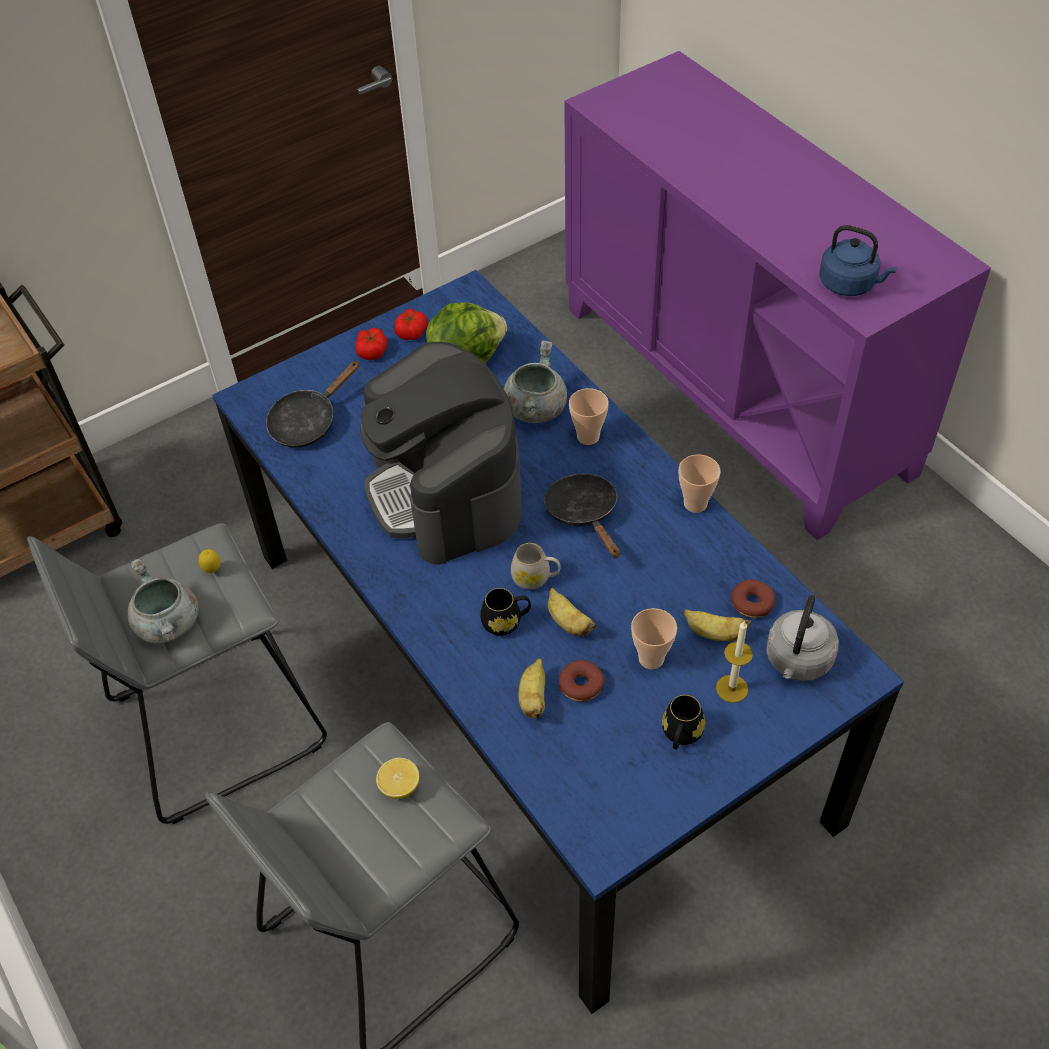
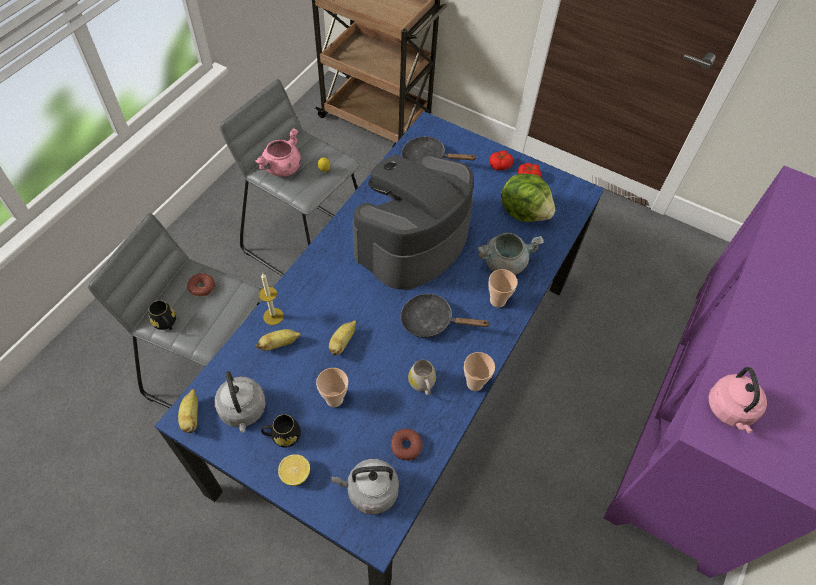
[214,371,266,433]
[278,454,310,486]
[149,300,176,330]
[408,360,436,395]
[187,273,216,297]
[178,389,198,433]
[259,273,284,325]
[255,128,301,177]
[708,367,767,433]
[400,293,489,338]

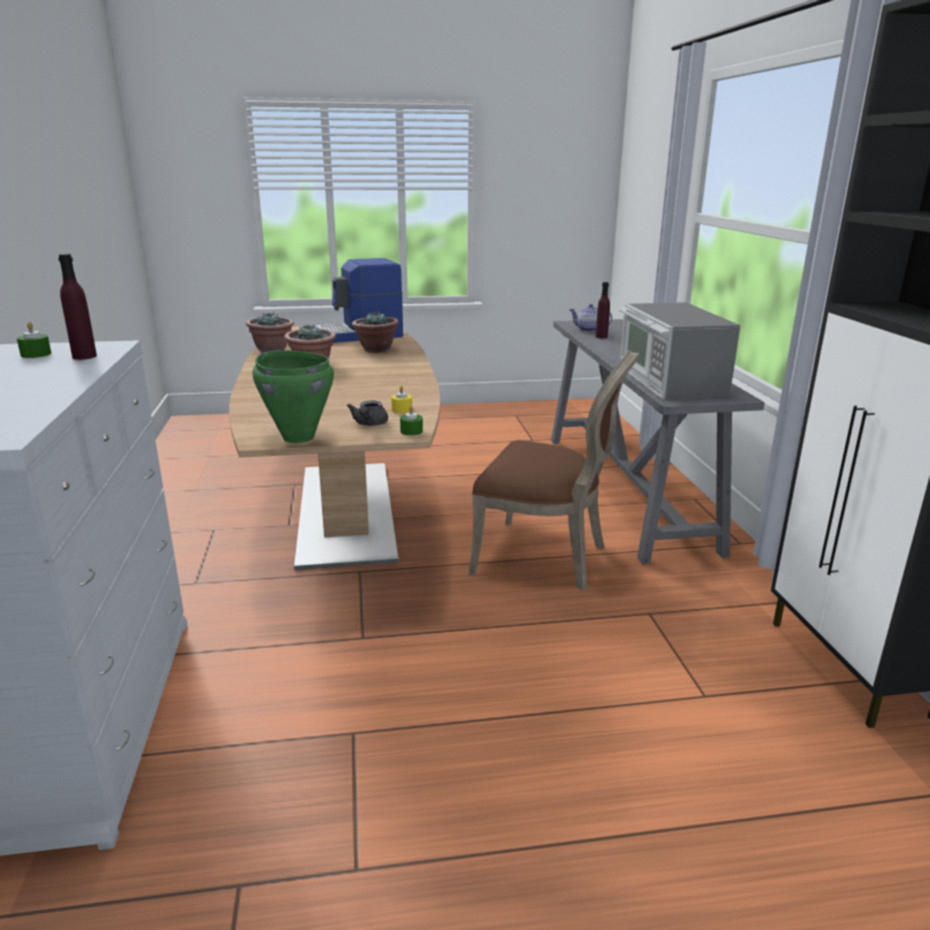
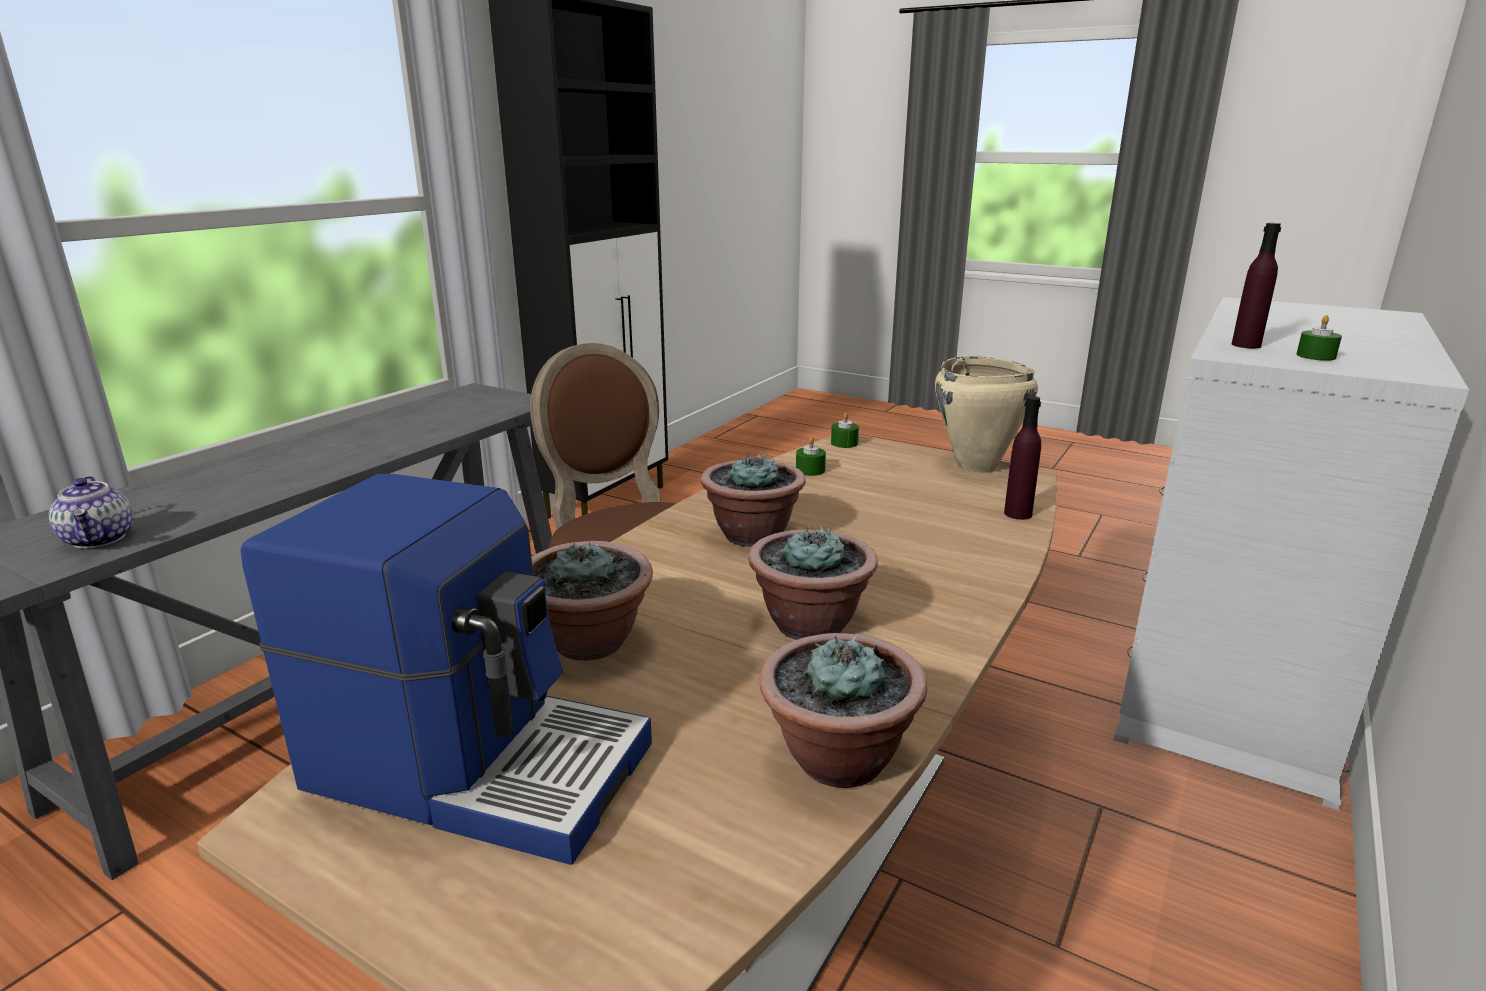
[347,401,388,426] (first image)
[619,302,740,399] (first image)
[700,453,806,547]
[1004,396,1041,520]
[935,356,1038,473]
[796,437,826,476]

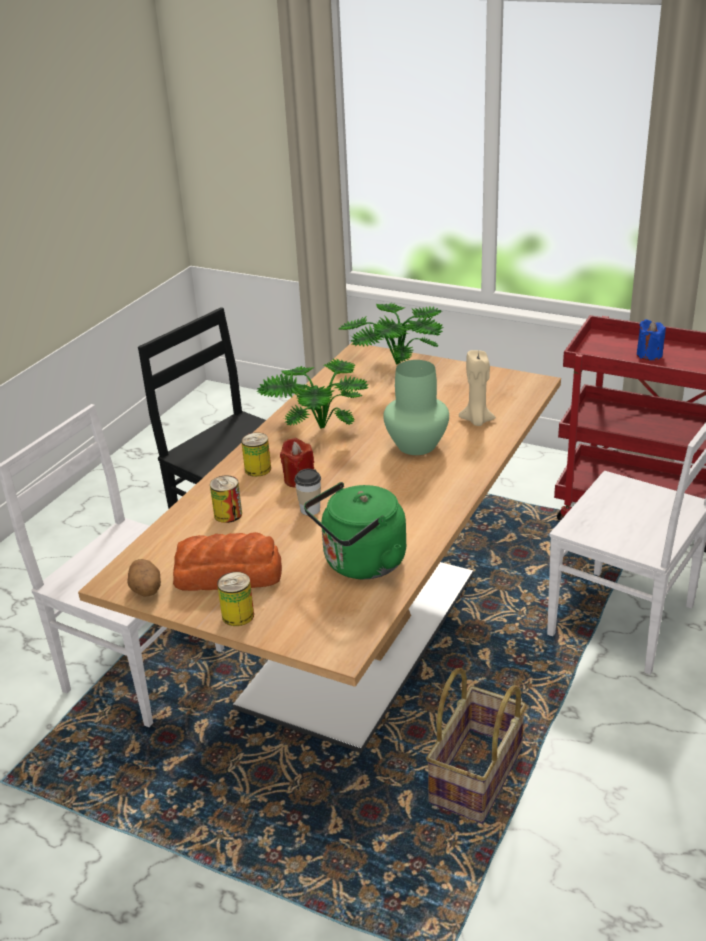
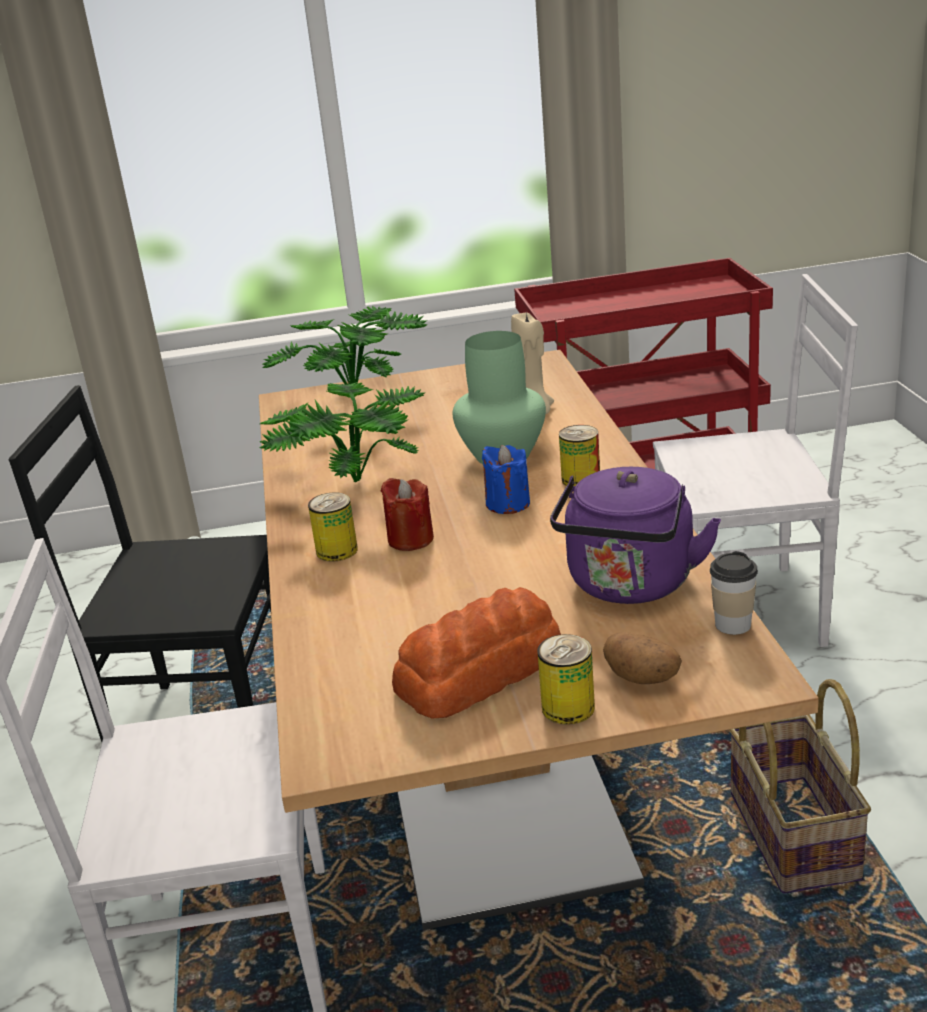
[603,632,682,684]
[559,425,600,486]
[710,551,758,635]
[482,445,530,514]
[550,467,721,604]

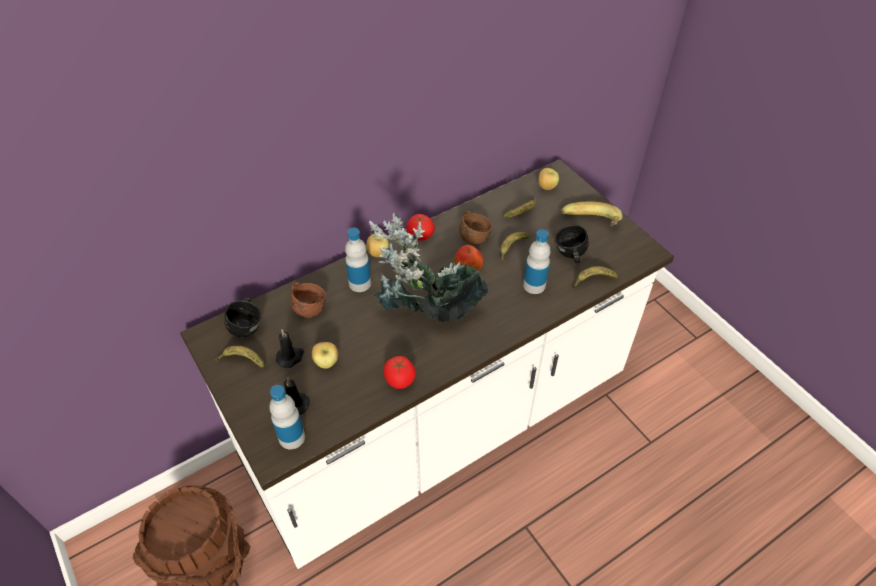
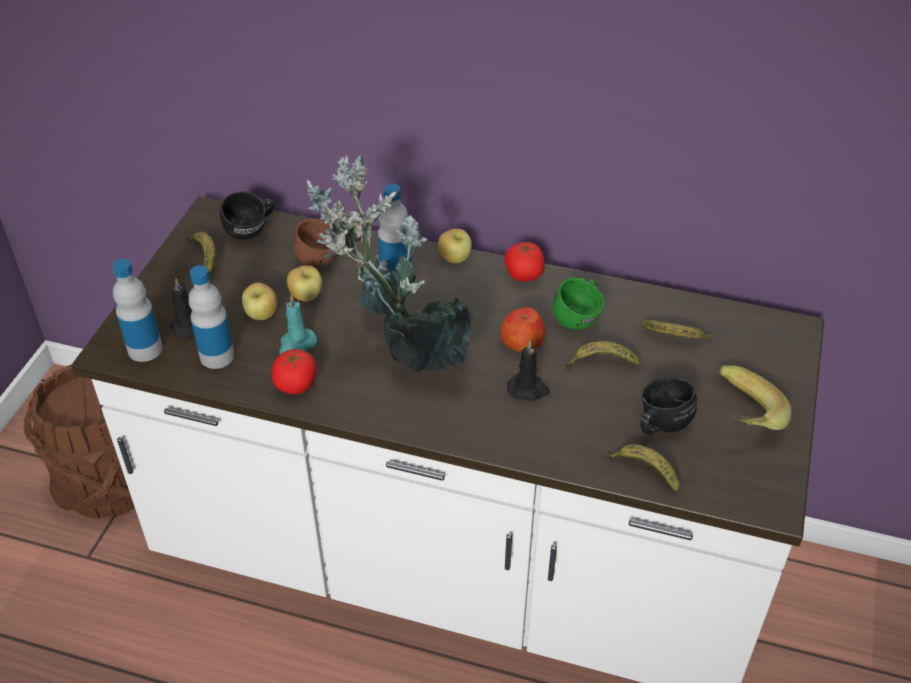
[279,294,317,354]
[507,340,550,401]
[189,265,235,369]
[287,265,322,301]
[552,277,604,330]

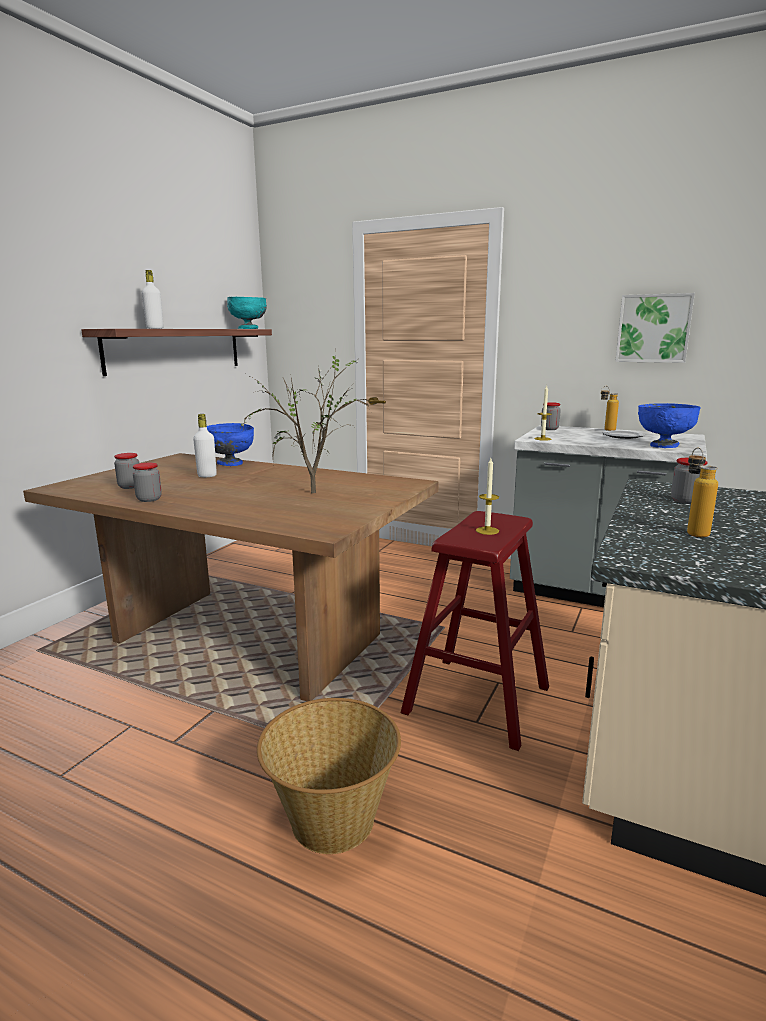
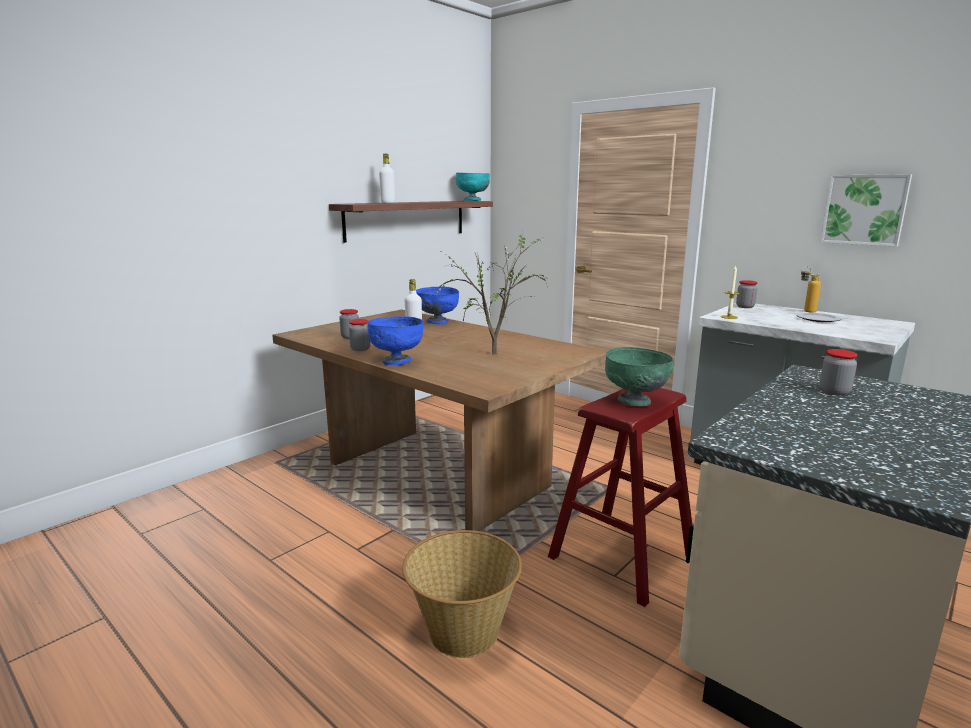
[687,448,718,537] (first image)
[367,316,423,365]
[605,347,674,406]

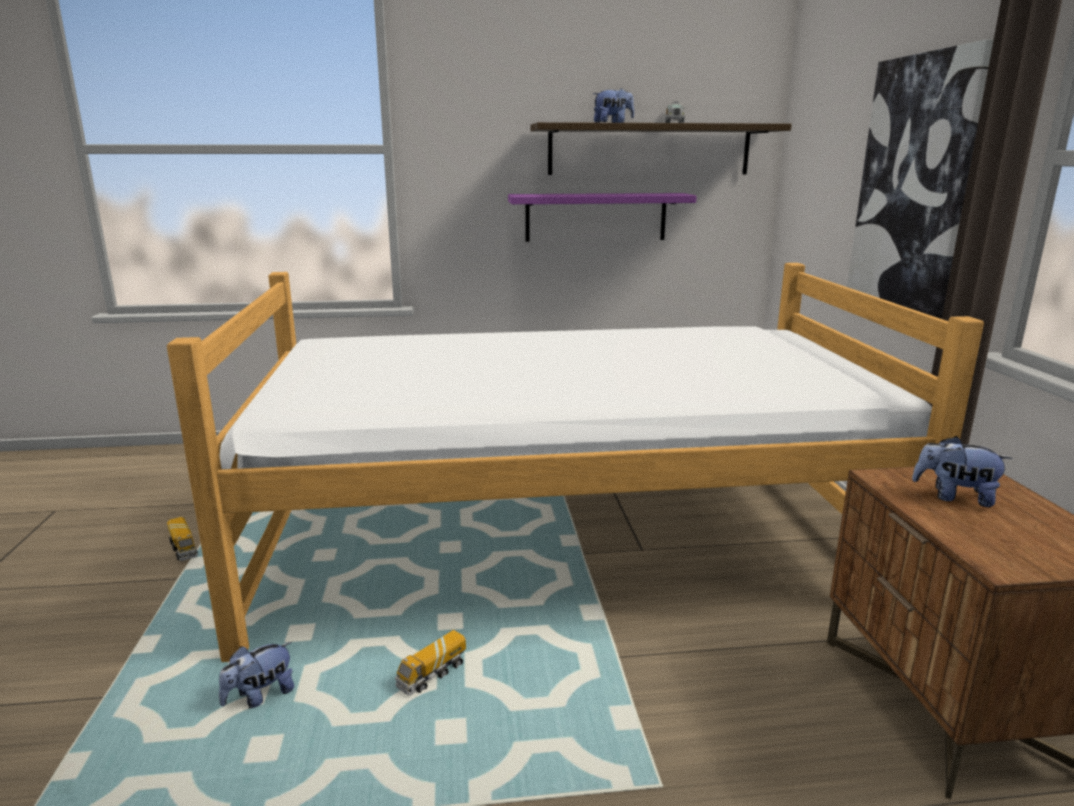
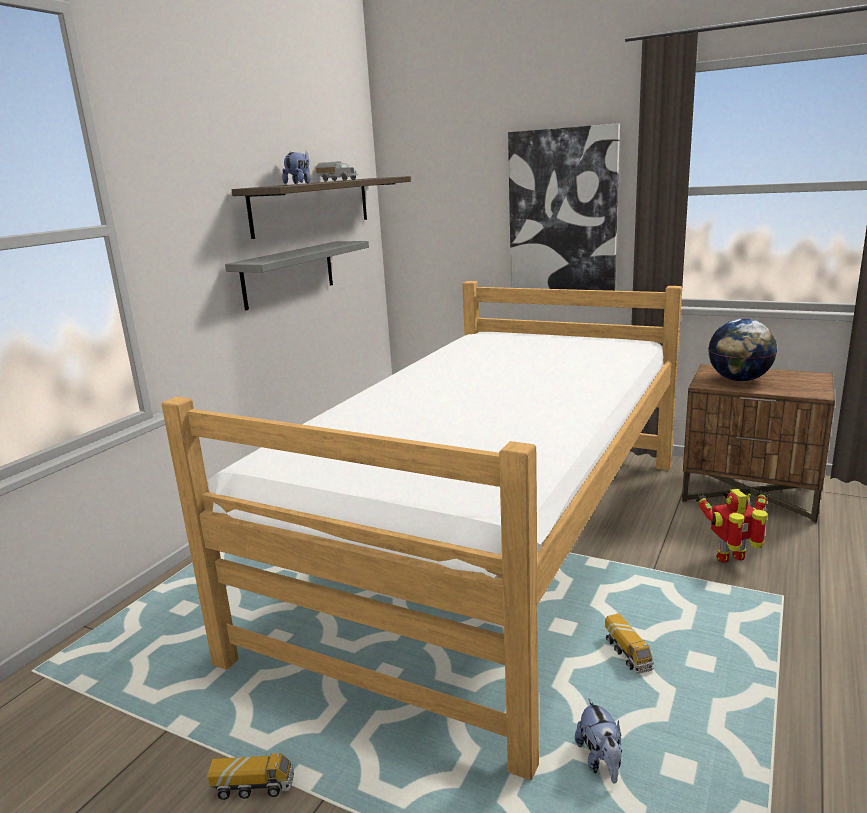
[696,489,769,563]
[708,319,777,381]
[225,241,369,310]

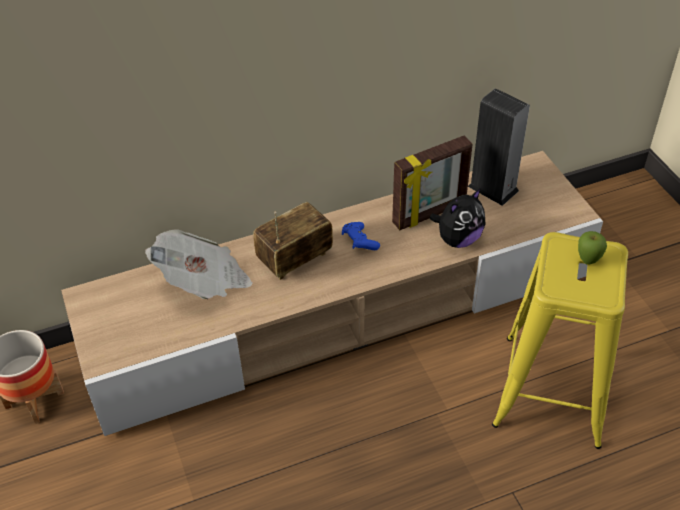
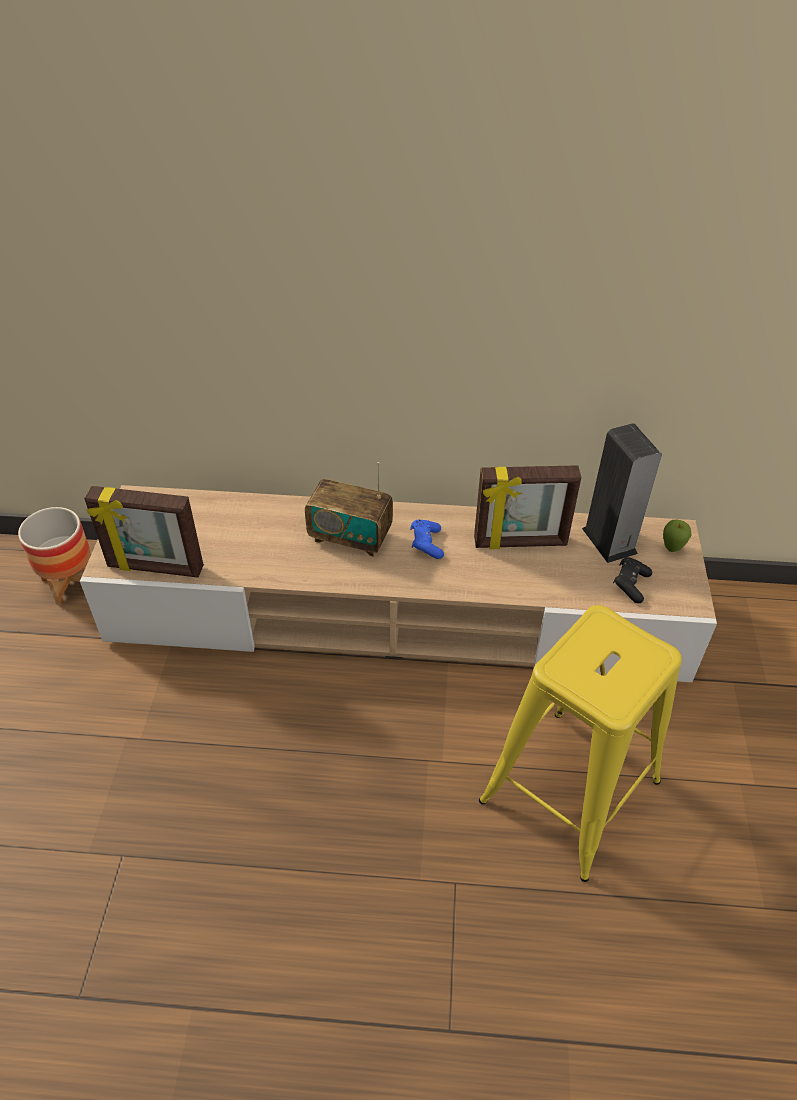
[145,229,253,299] (first image)
[429,188,485,248] (first image)
[84,486,204,578]
[613,557,652,603]
[663,519,691,552]
[305,462,393,557]

